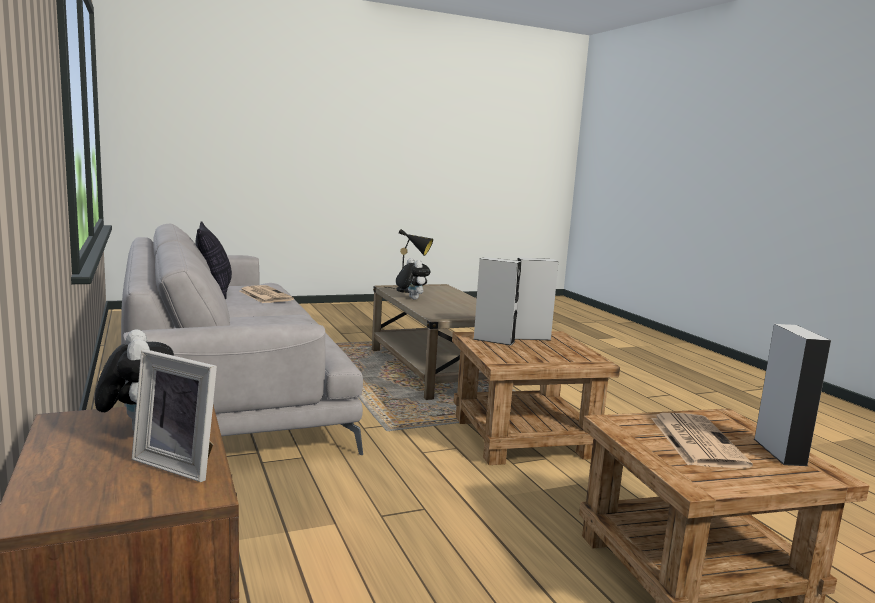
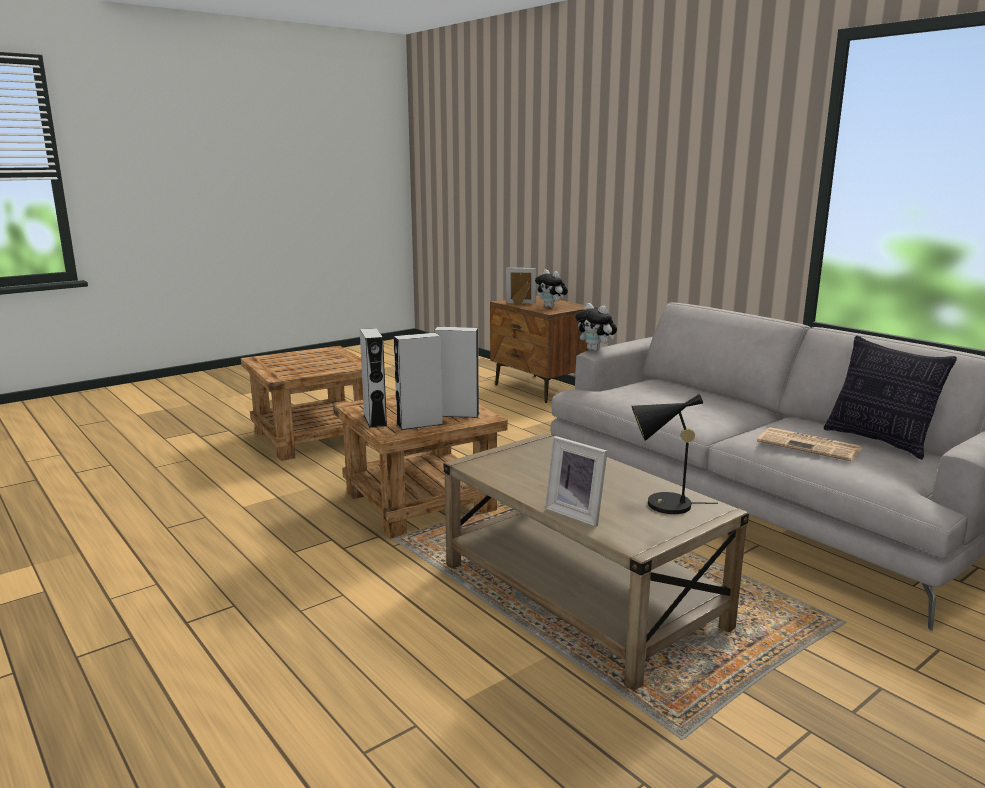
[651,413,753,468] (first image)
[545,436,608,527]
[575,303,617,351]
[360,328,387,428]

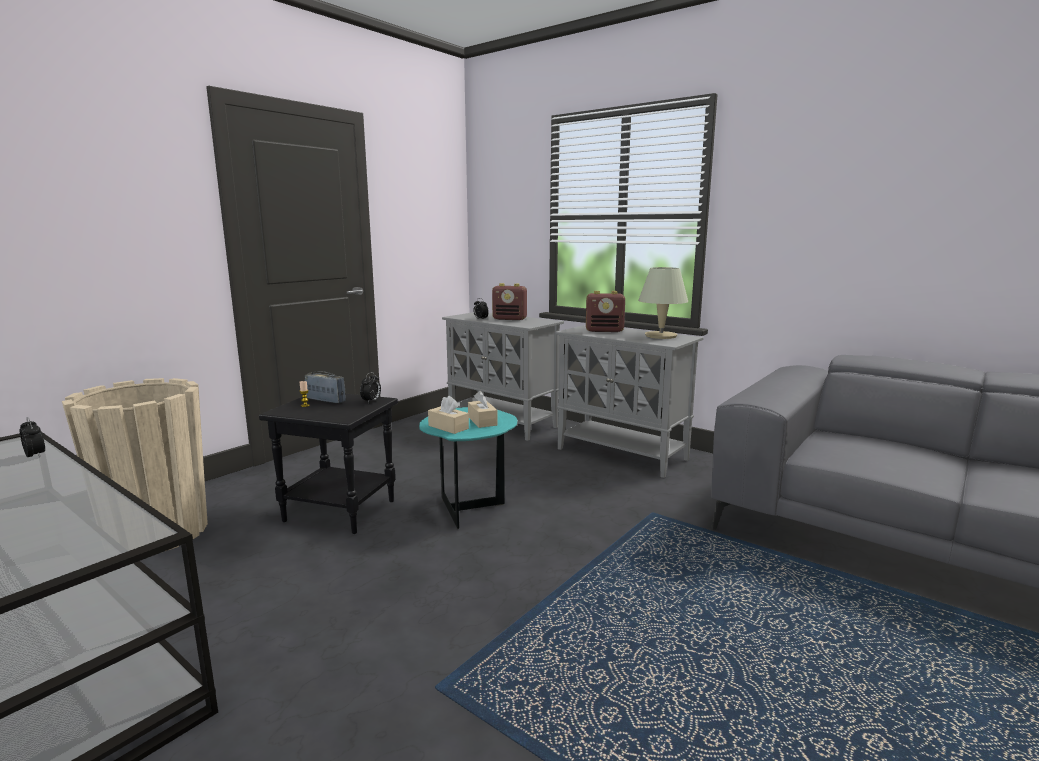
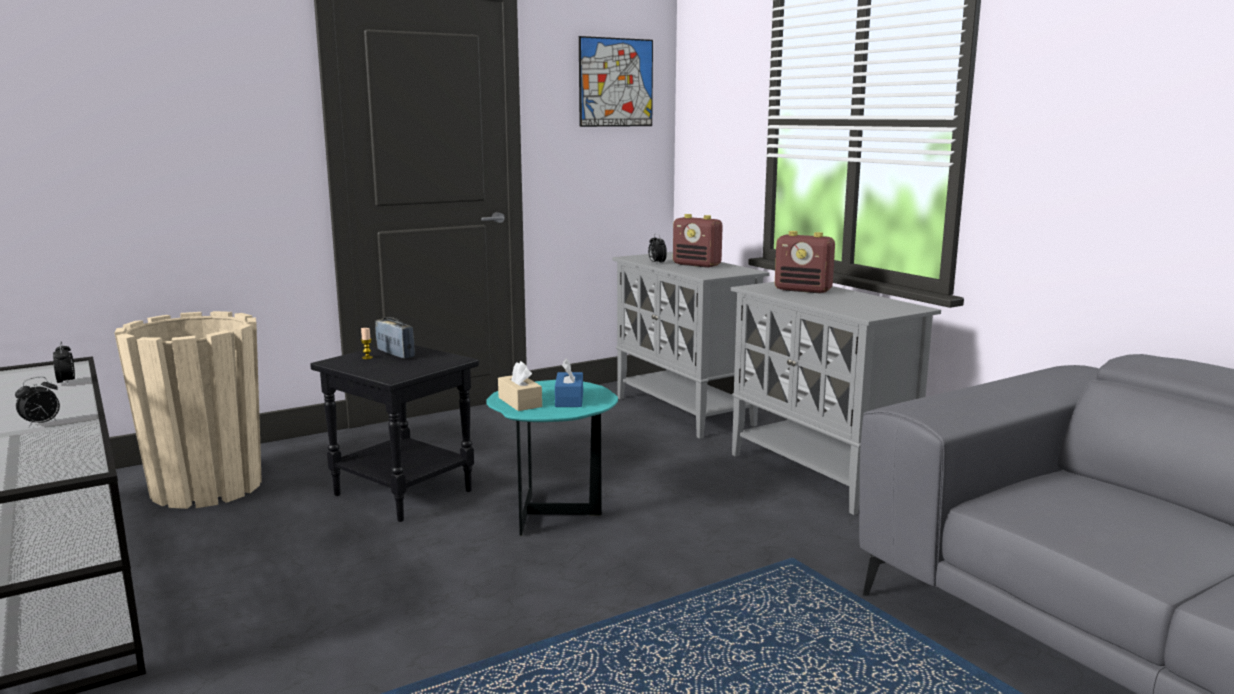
[638,267,688,339] (first image)
[579,36,653,127]
[15,377,60,427]
[555,359,583,407]

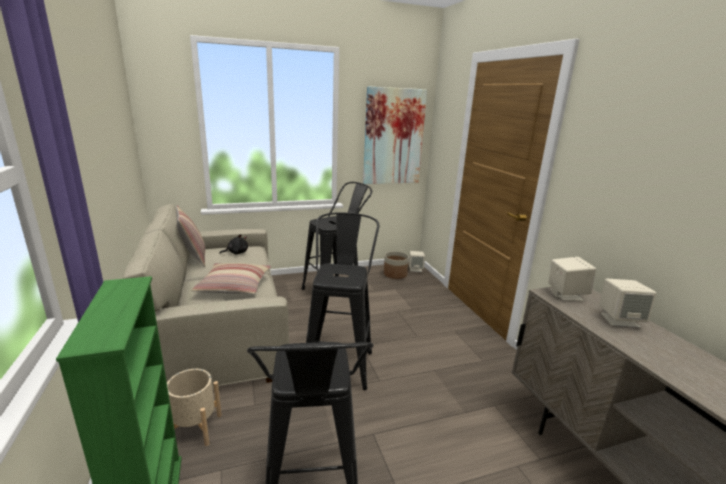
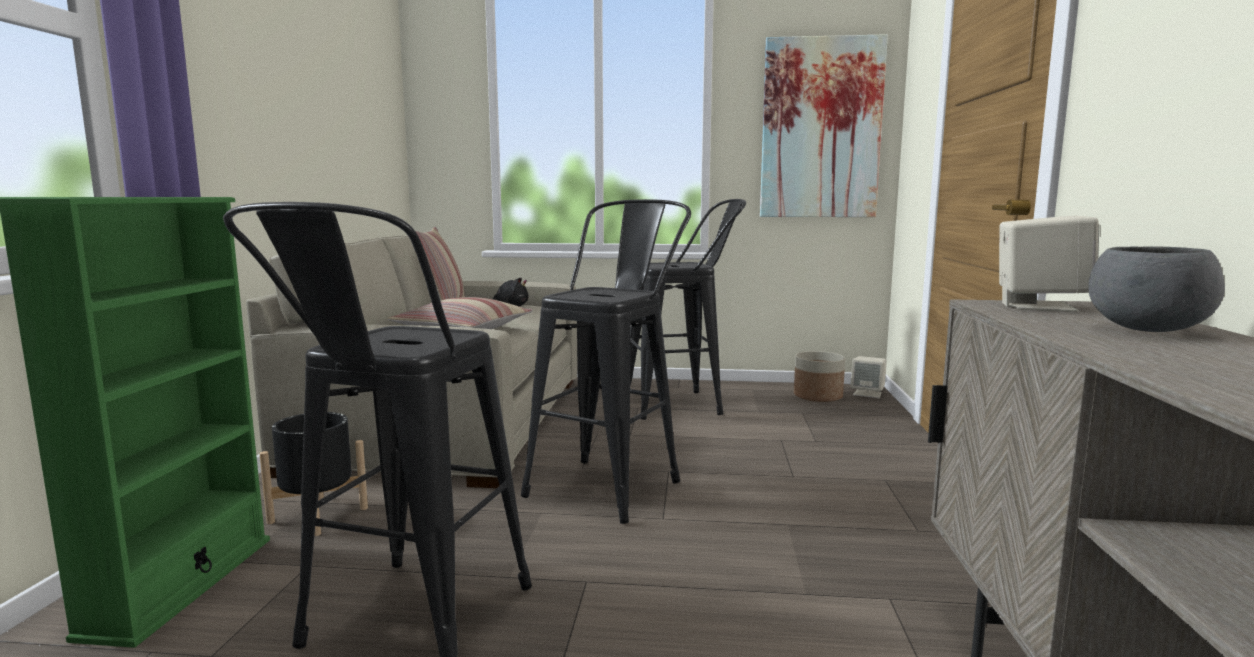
[1089,246,1225,332]
[259,412,368,536]

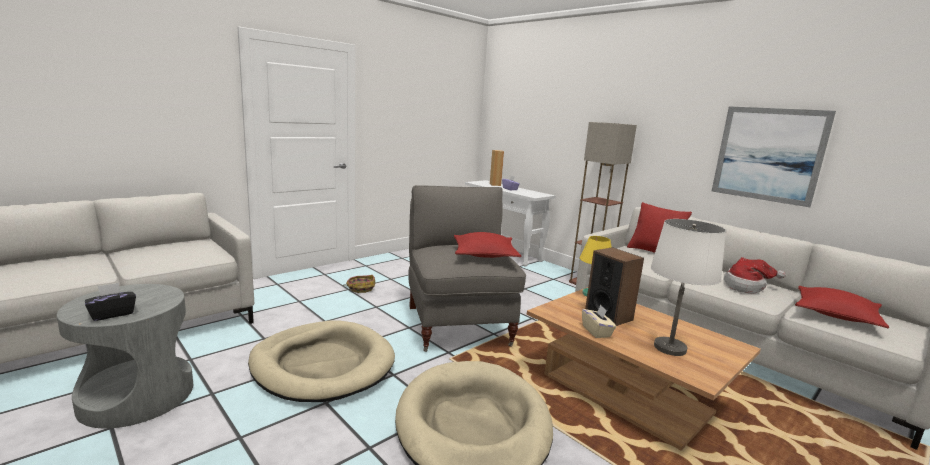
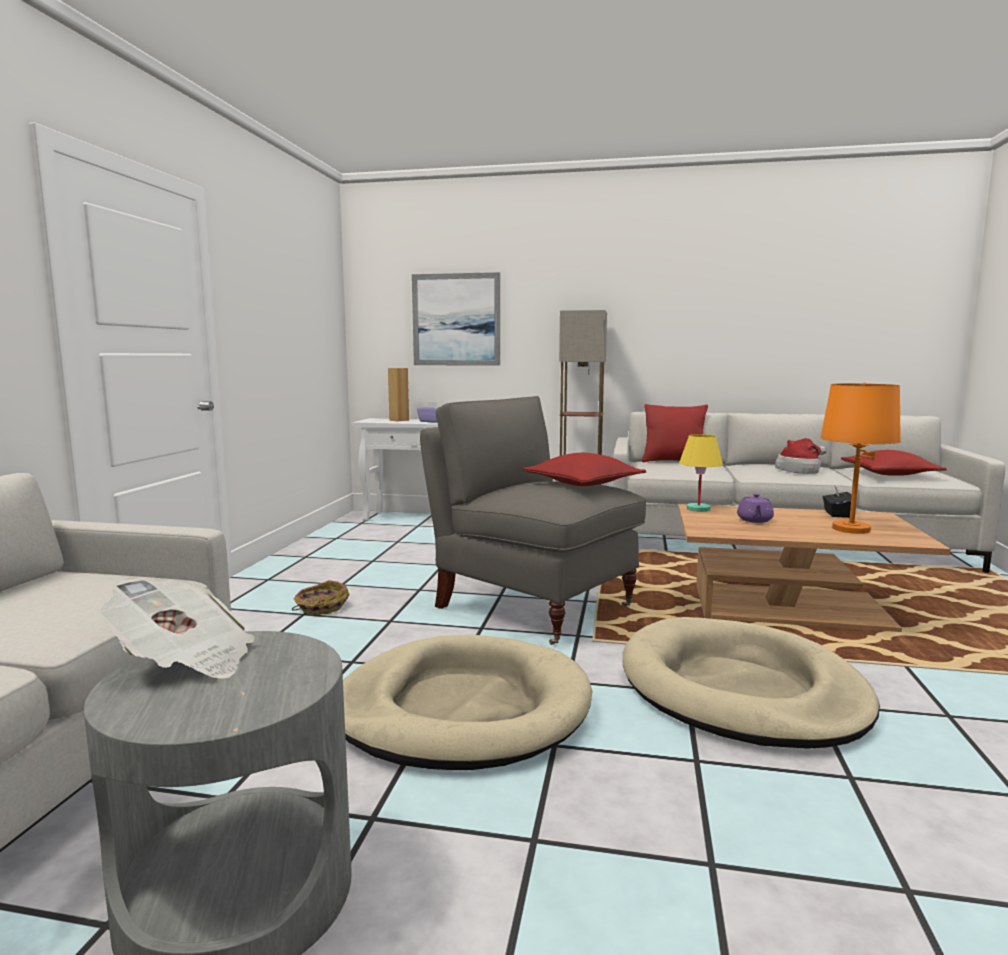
[582,305,616,338] (first image)
[101,579,255,679]
[823,485,852,518]
[412,272,500,366]
[737,494,774,523]
[820,383,901,534]

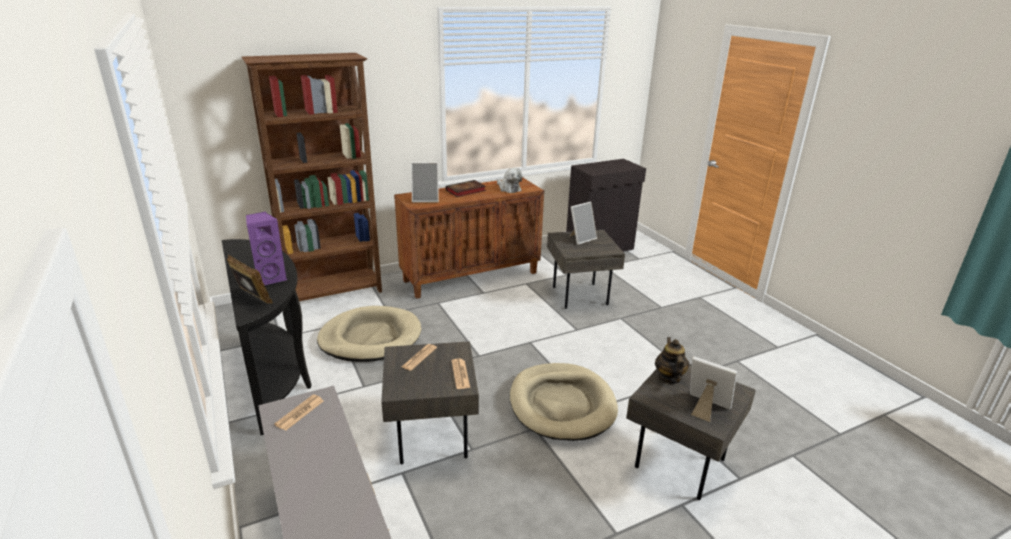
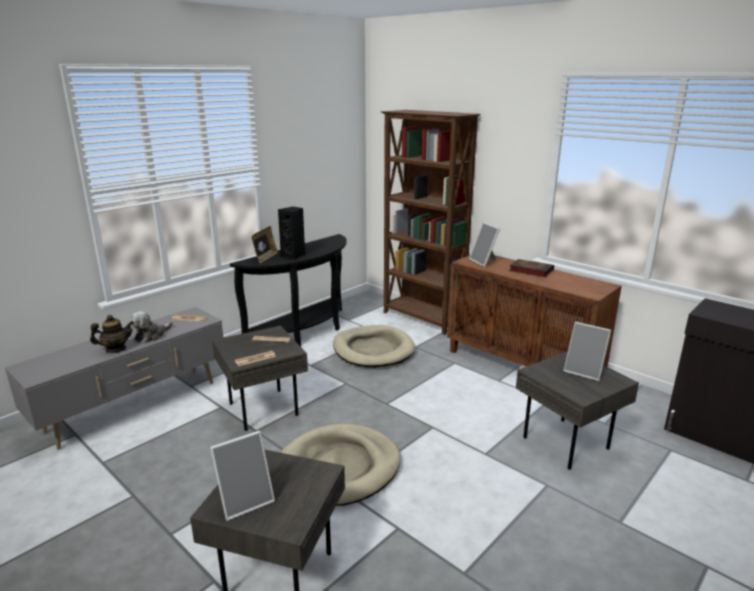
[131,311,173,343]
[90,315,134,353]
[278,207,305,260]
[210,431,275,521]

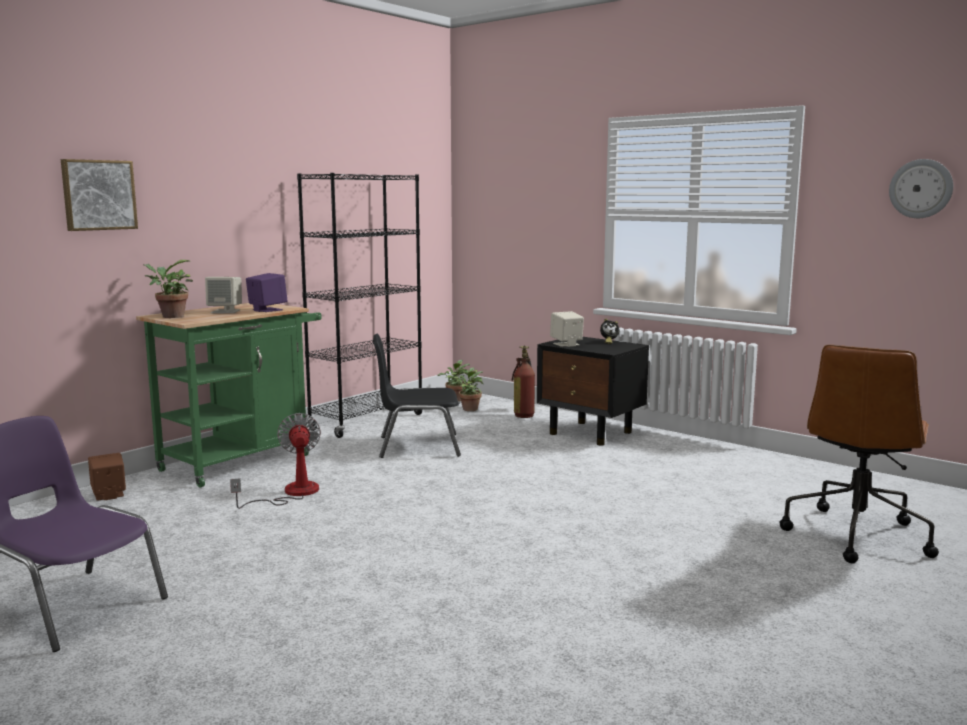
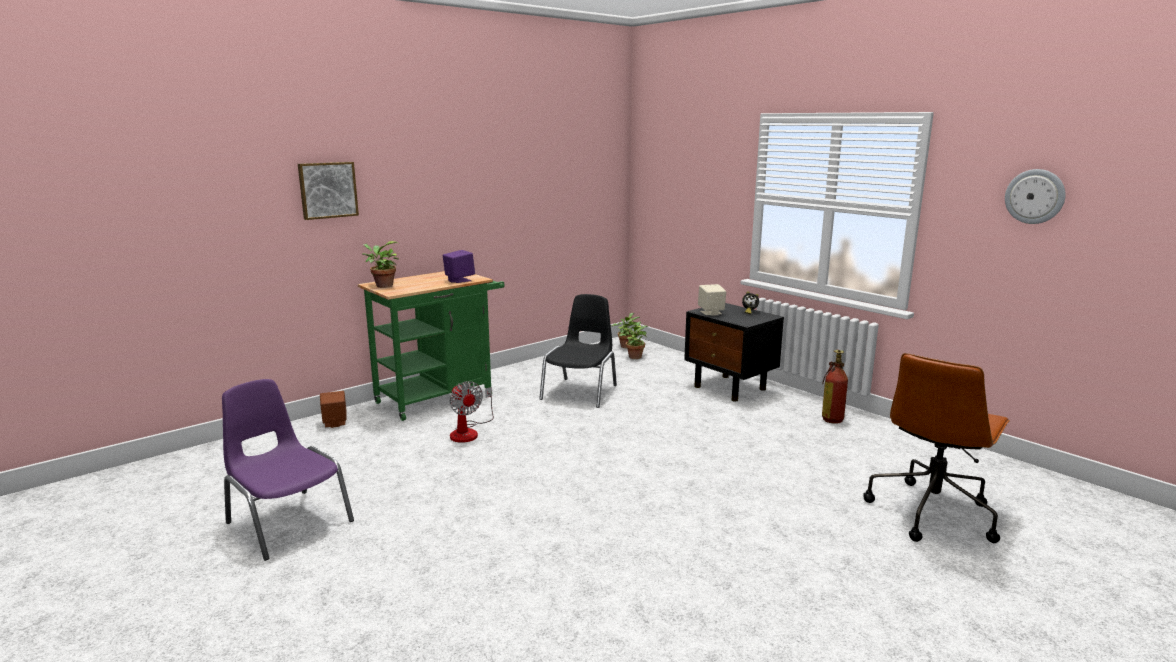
[205,277,242,313] (first image)
[297,173,423,438] (first image)
[822,350,848,424]
[450,381,494,443]
[539,294,617,408]

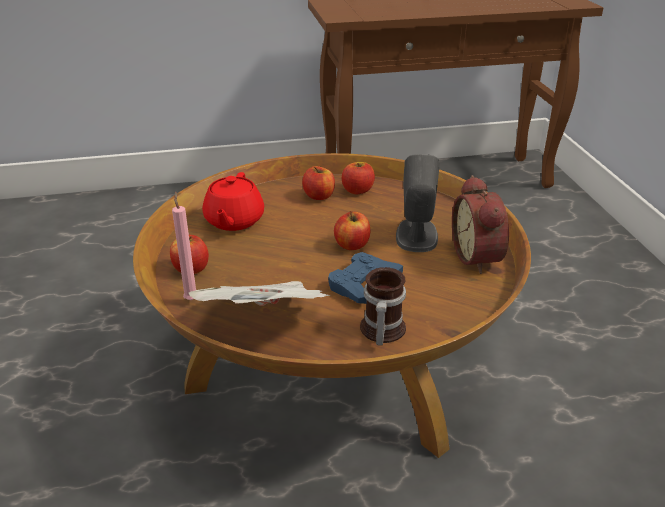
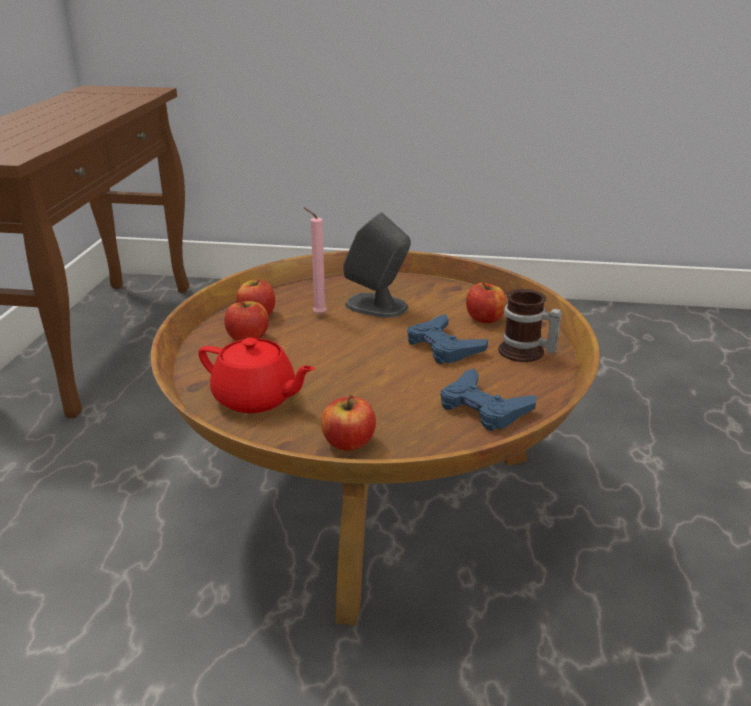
[452,175,509,274] (first image)
[304,208,327,315]
[466,282,506,323]
[441,368,537,431]

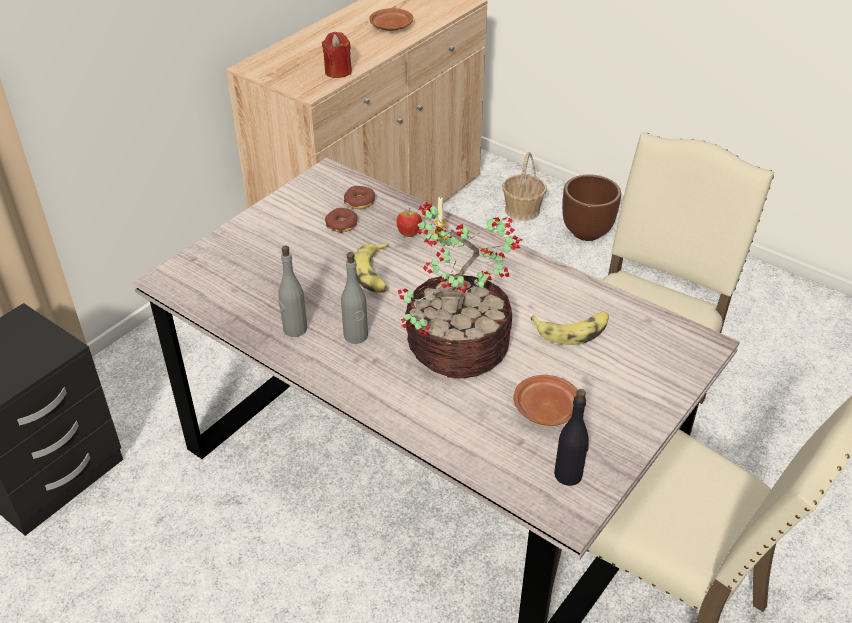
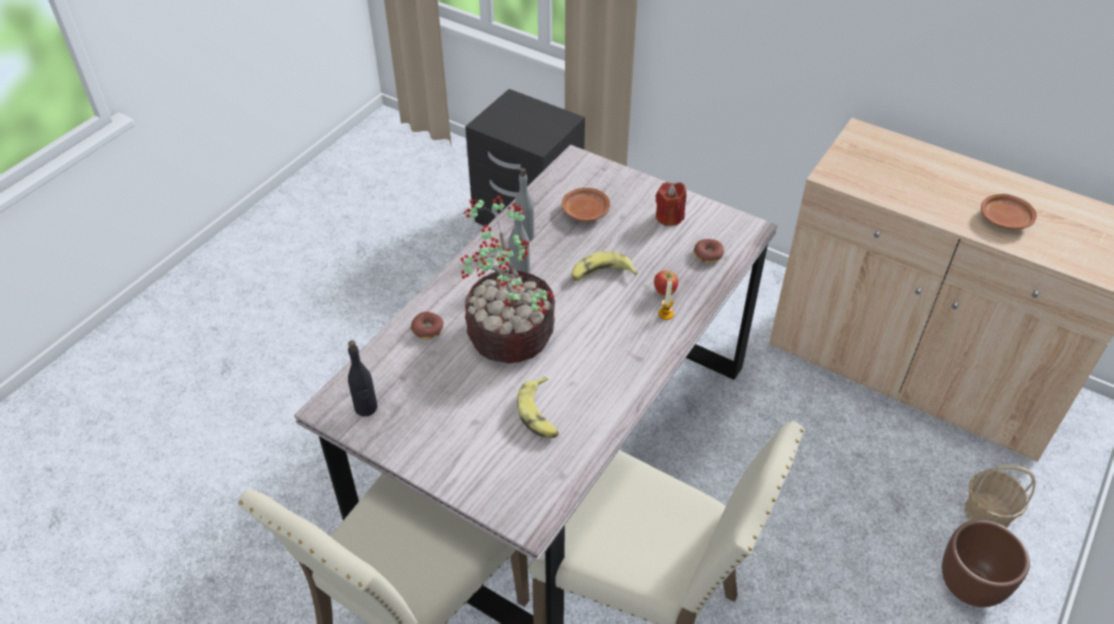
[655,182,686,226]
[411,312,443,339]
[562,188,610,221]

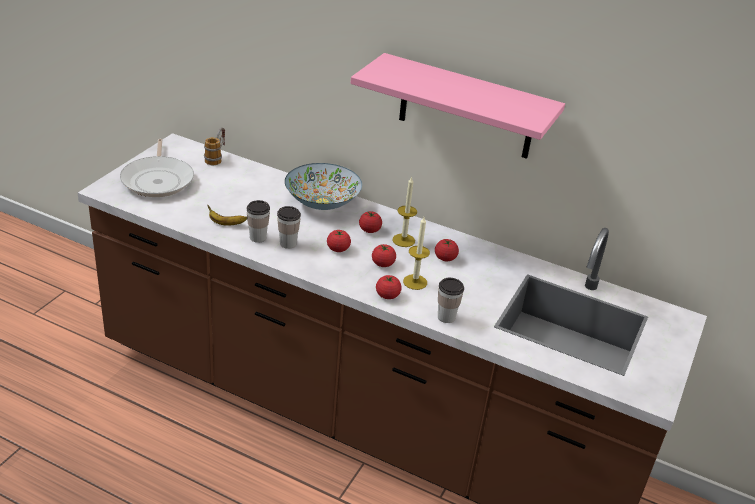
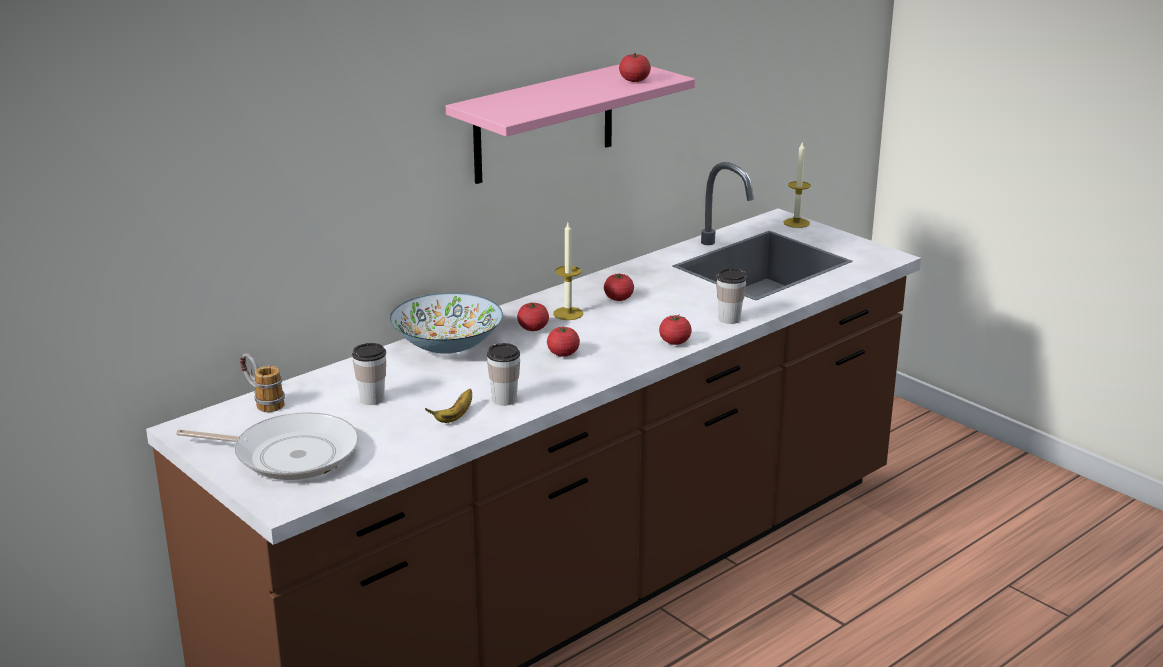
[352,343,386,405]
[619,53,651,82]
[784,141,811,228]

